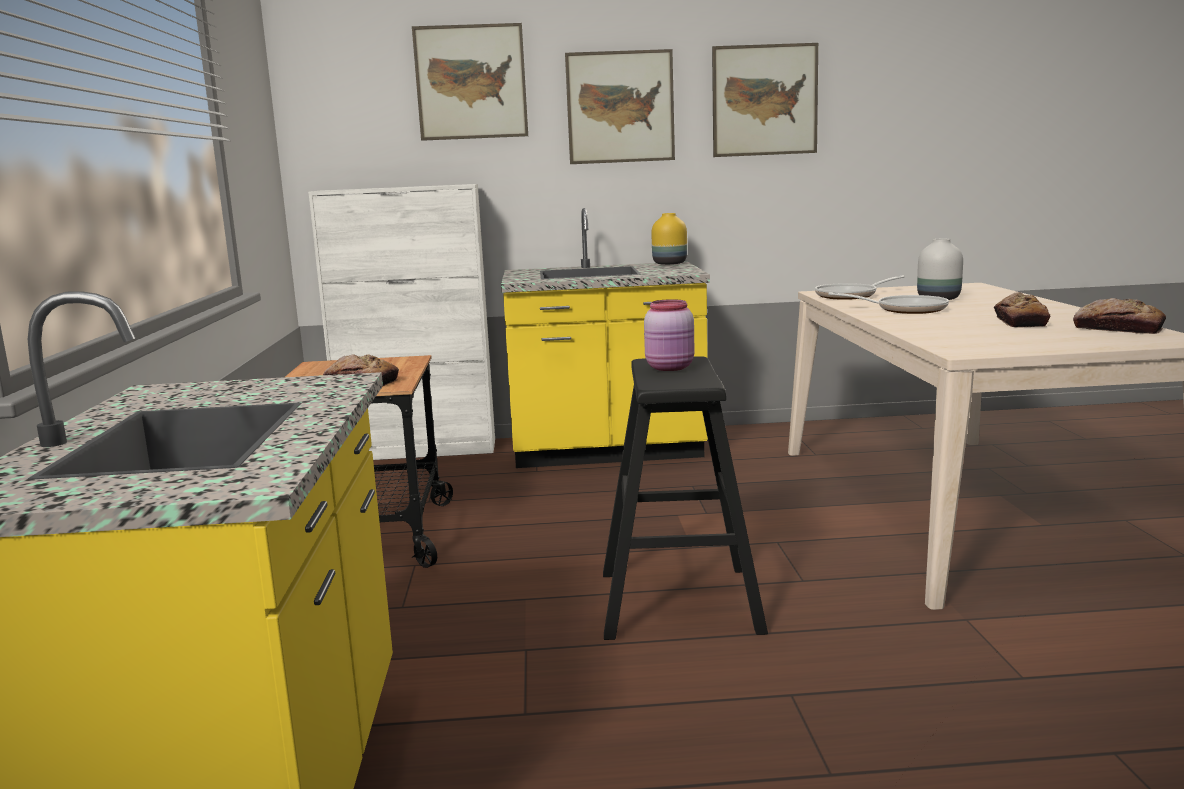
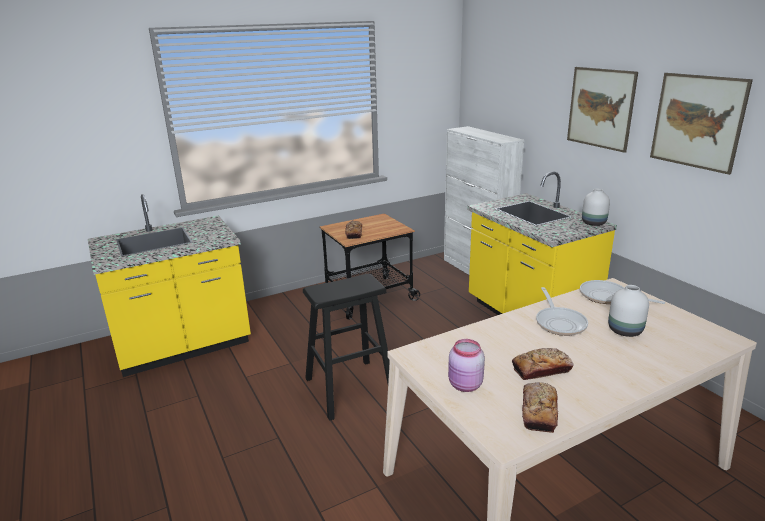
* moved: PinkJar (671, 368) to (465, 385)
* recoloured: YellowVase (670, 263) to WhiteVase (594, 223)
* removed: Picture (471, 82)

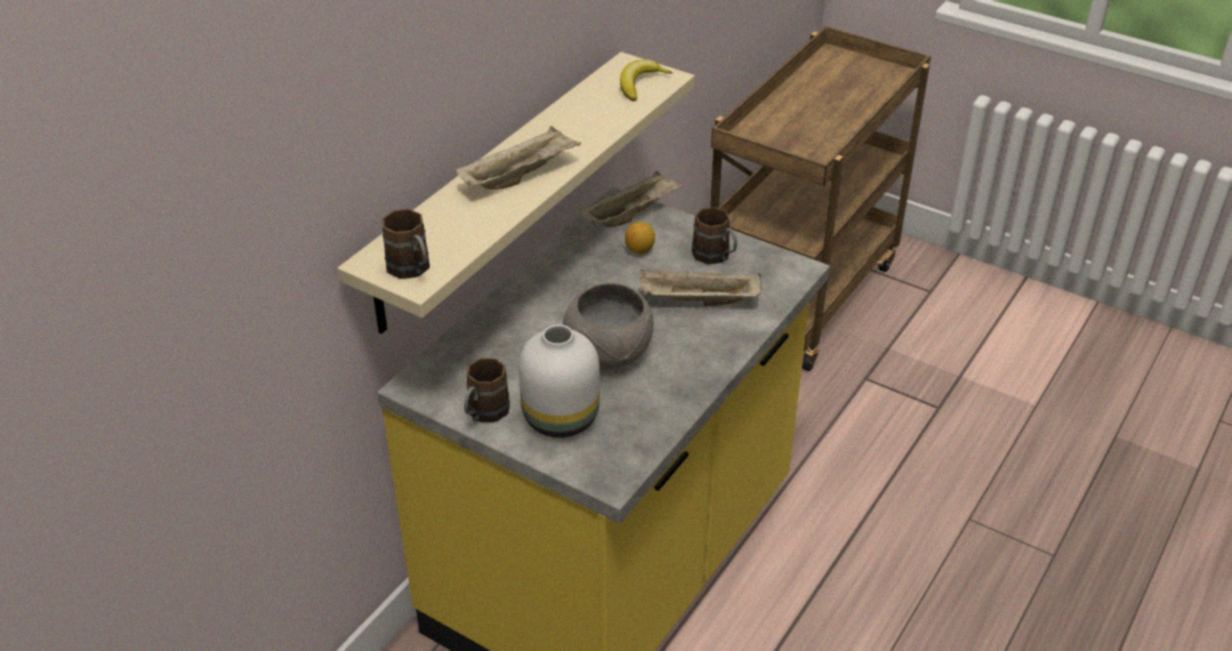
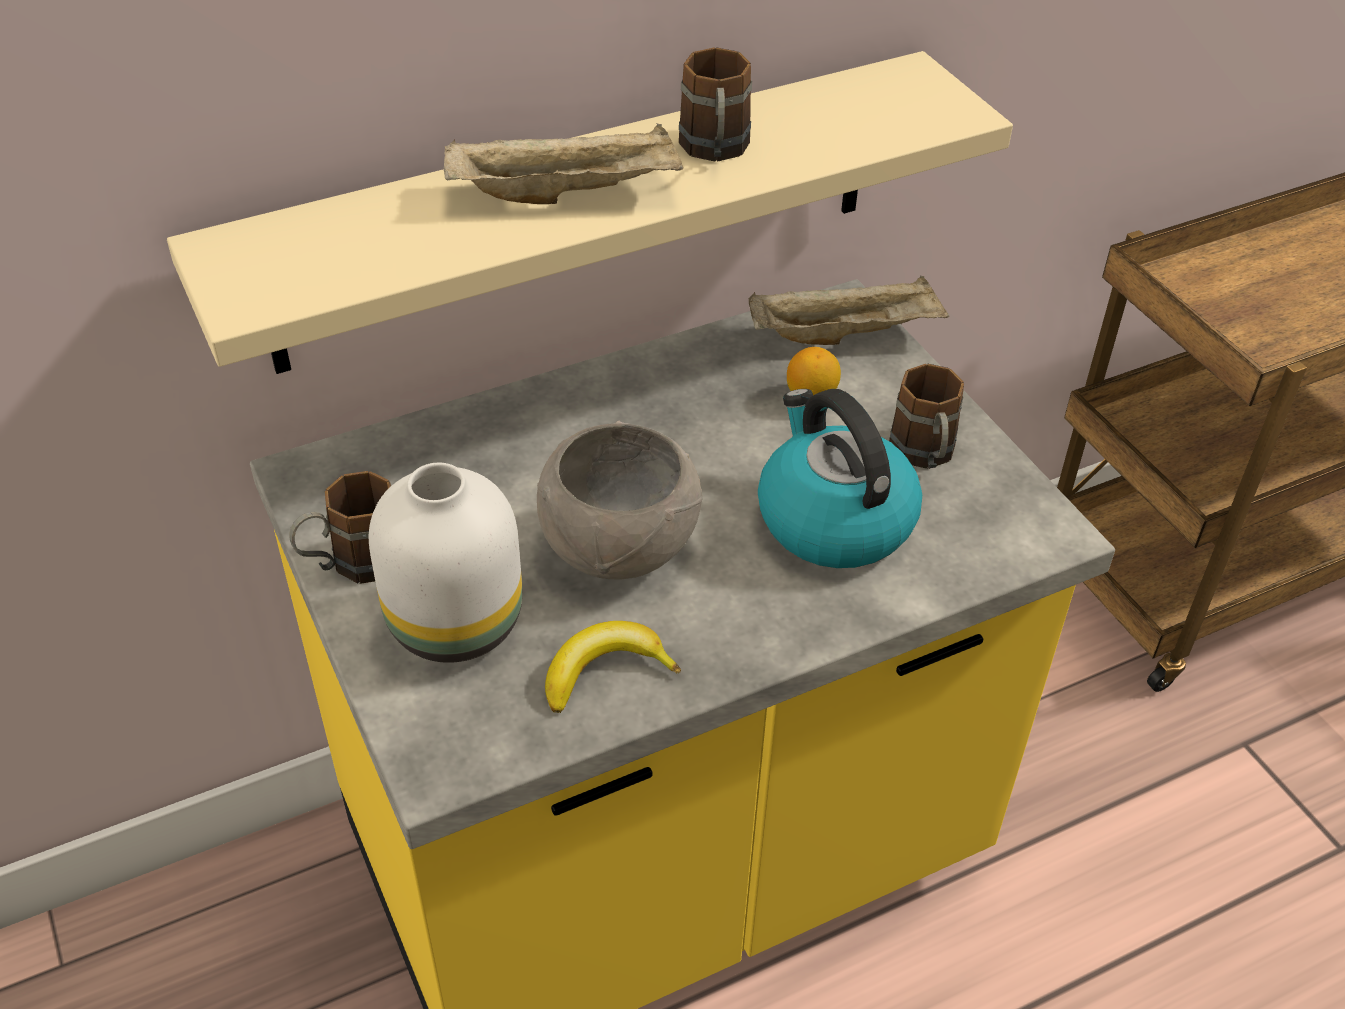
* moved: Banana (640, 84) to (605, 672)
* moved: BrownMug (413, 271) to (715, 152)
* replaced: BeigeTray (697, 301) to Kettle (833, 519)

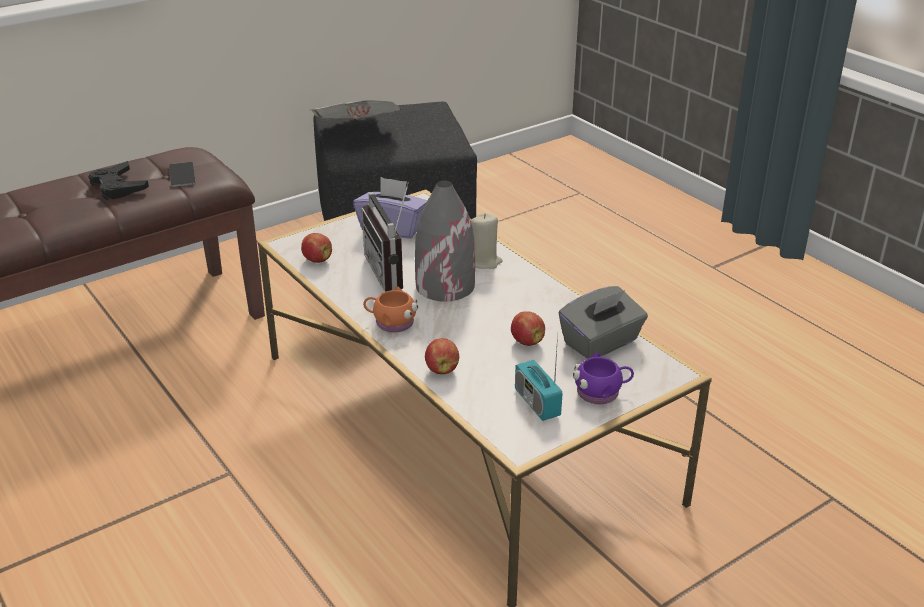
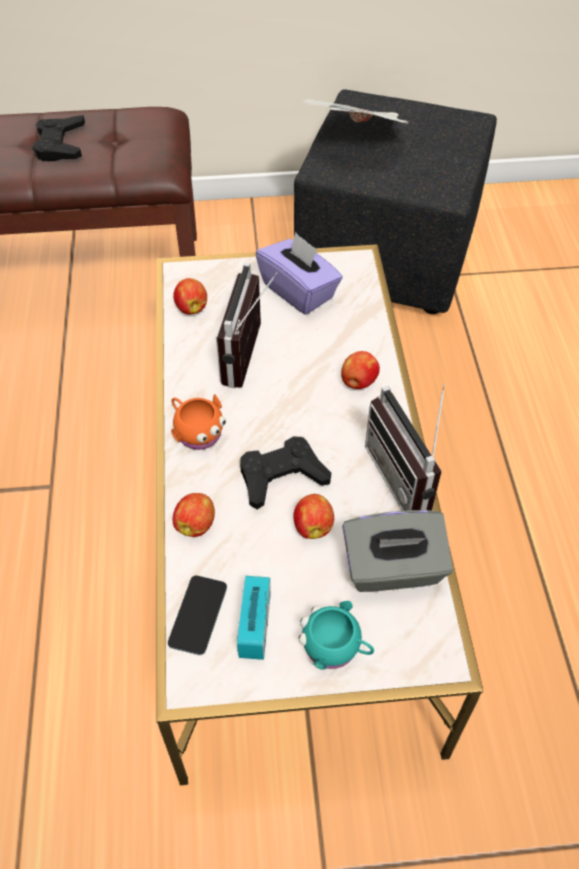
* moved: Phone (182, 175) to (198, 615)
* added: BlackGameController (281, 476)
* recoloured: PurpleMug (601, 392) to TurquoiseMug (335, 647)
* replaced: BeigeCandle (484, 262) to Apple (358, 382)
* added: Radio (409, 478)
* removed: GreyVase (444, 286)

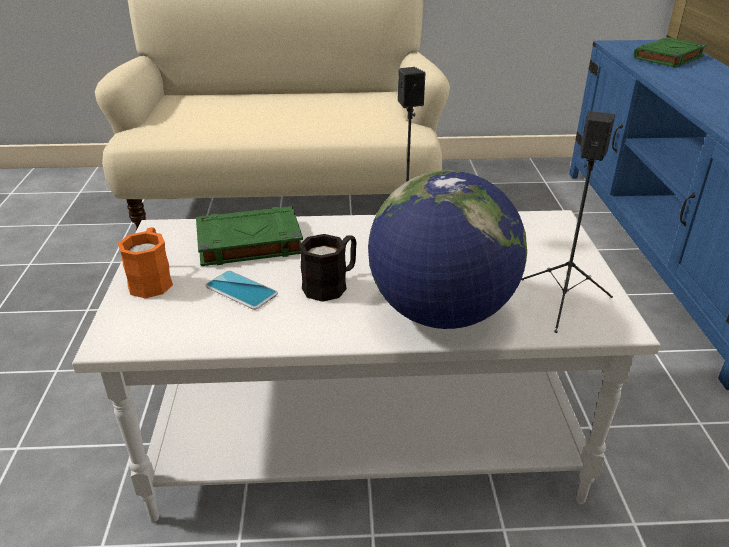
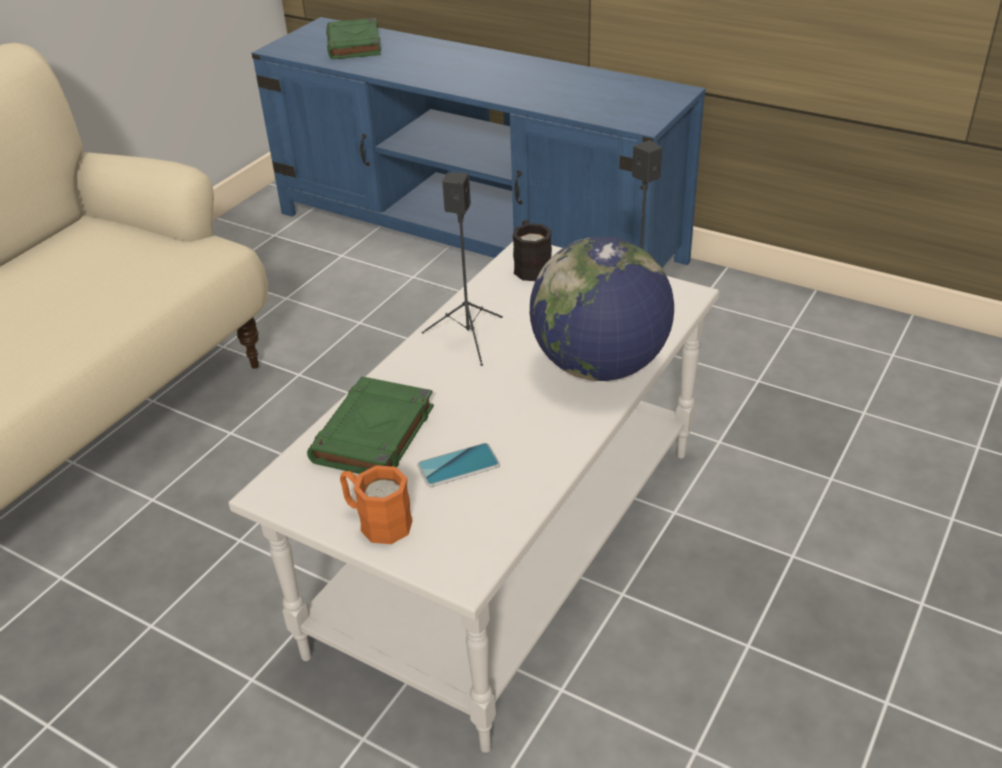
* moved: BlackMug (331, 284) to (531, 266)

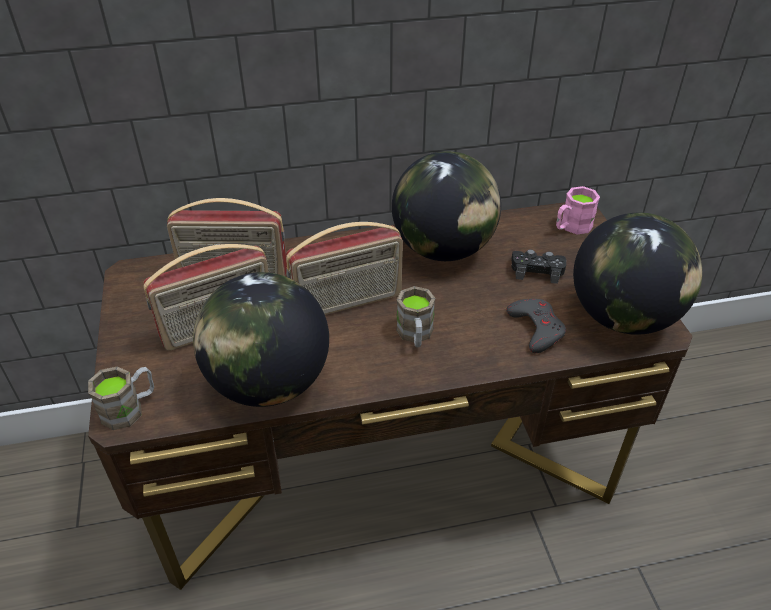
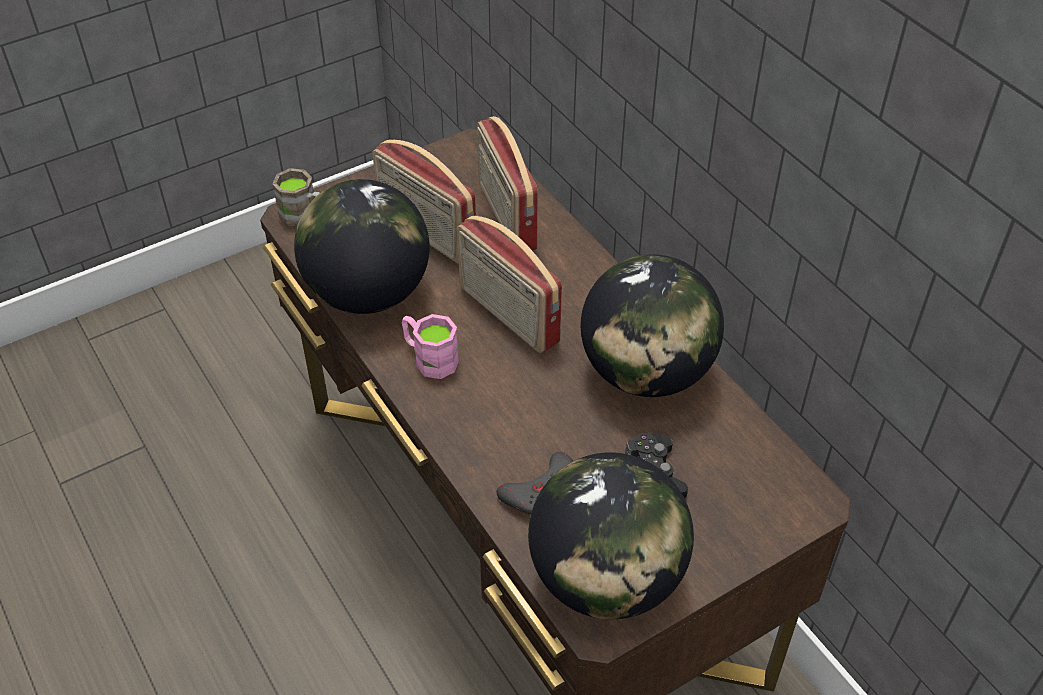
* moved: PinkMug (571, 227) to (429, 358)
* removed: BrownMug (415, 335)

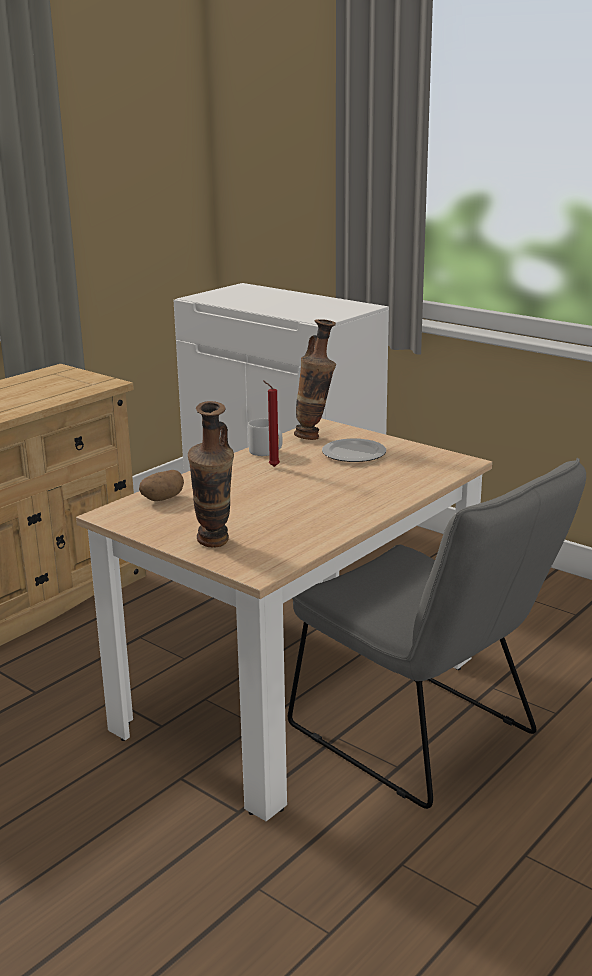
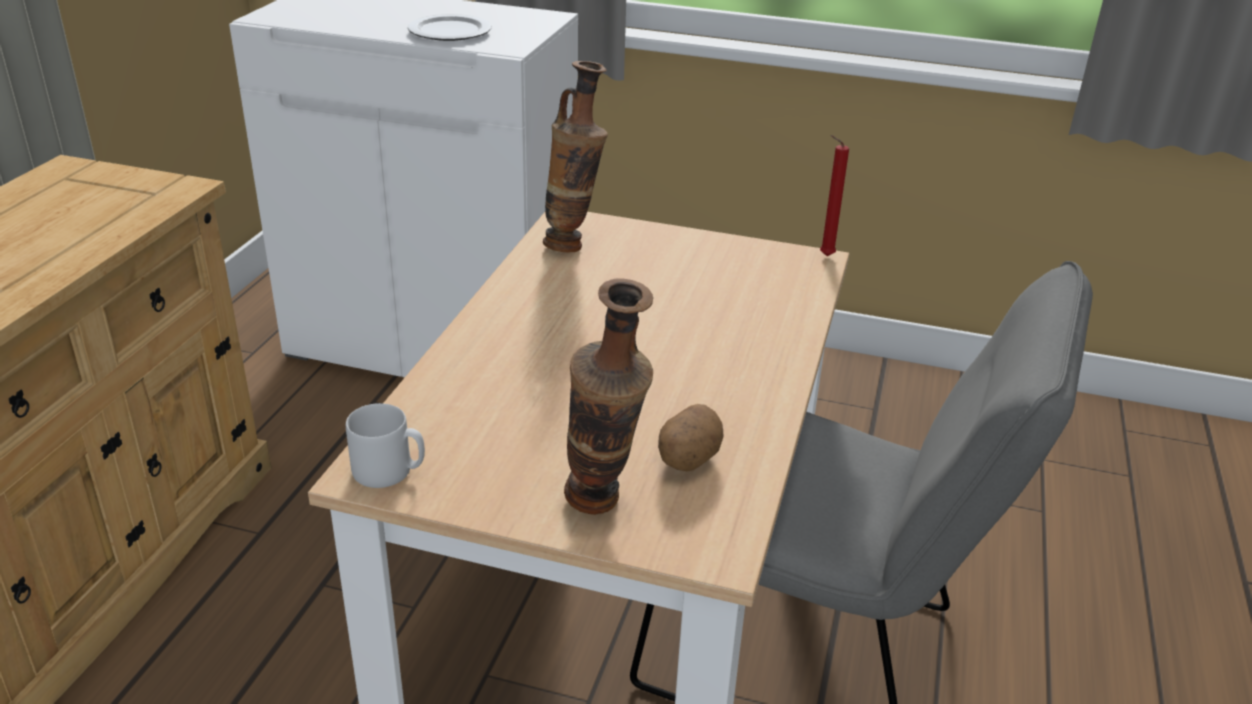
* moved: GreyMug (266, 452) to (389, 472)
* moved: Plate (353, 454) to (448, 32)
* moved: Potato (162, 499) to (687, 460)
* moved: RedCandle (272, 466) to (824, 256)

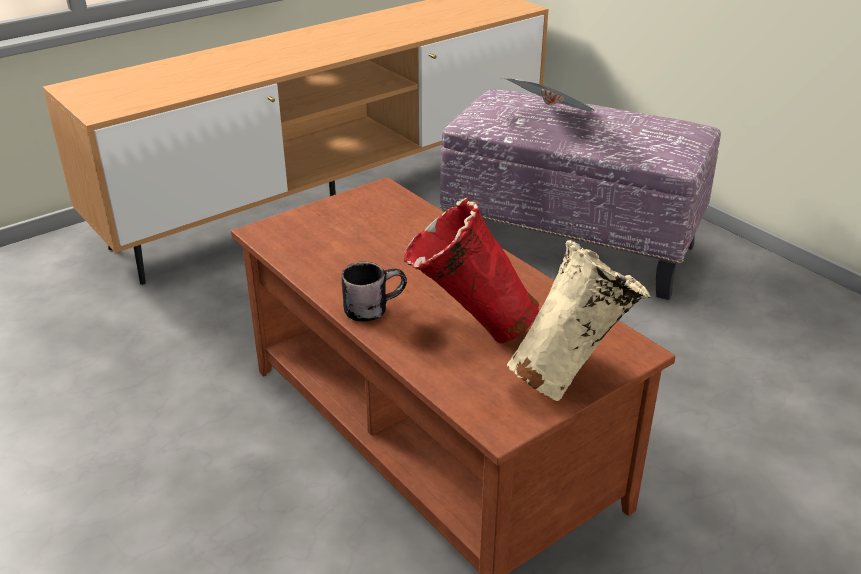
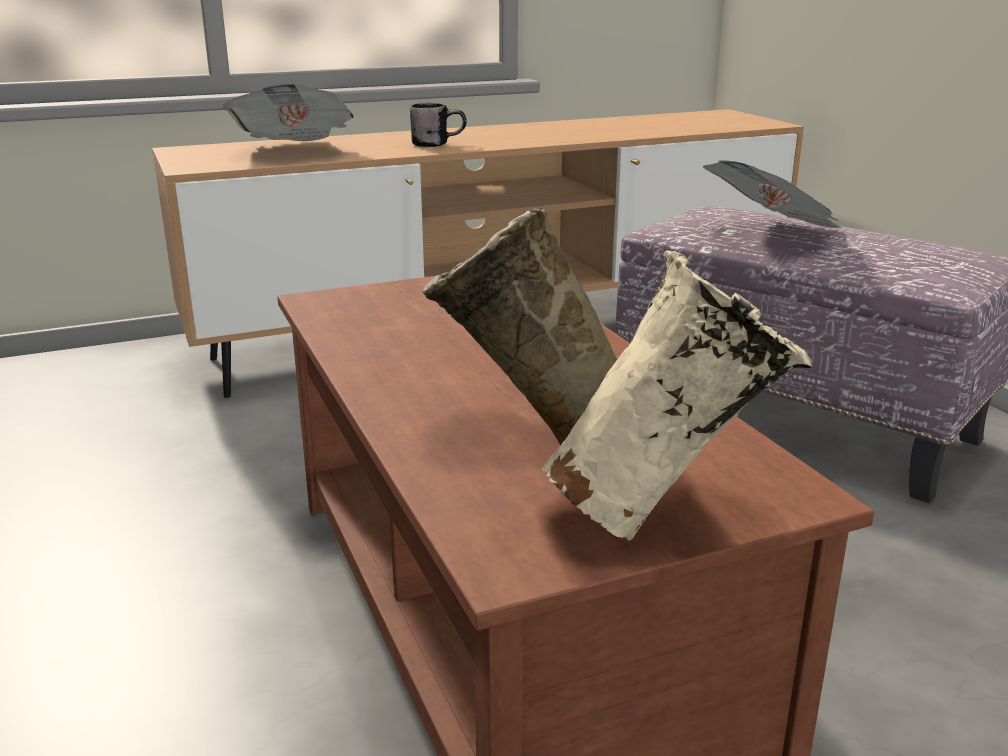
* added: Newspaper (295, 151)
* moved: BlackMug (372, 307) to (437, 143)
* recoloured: RedVase (467, 333) to BeigeVase (526, 435)

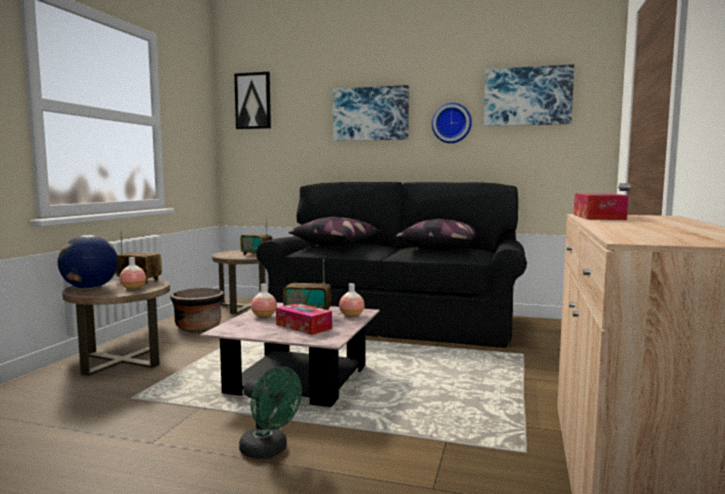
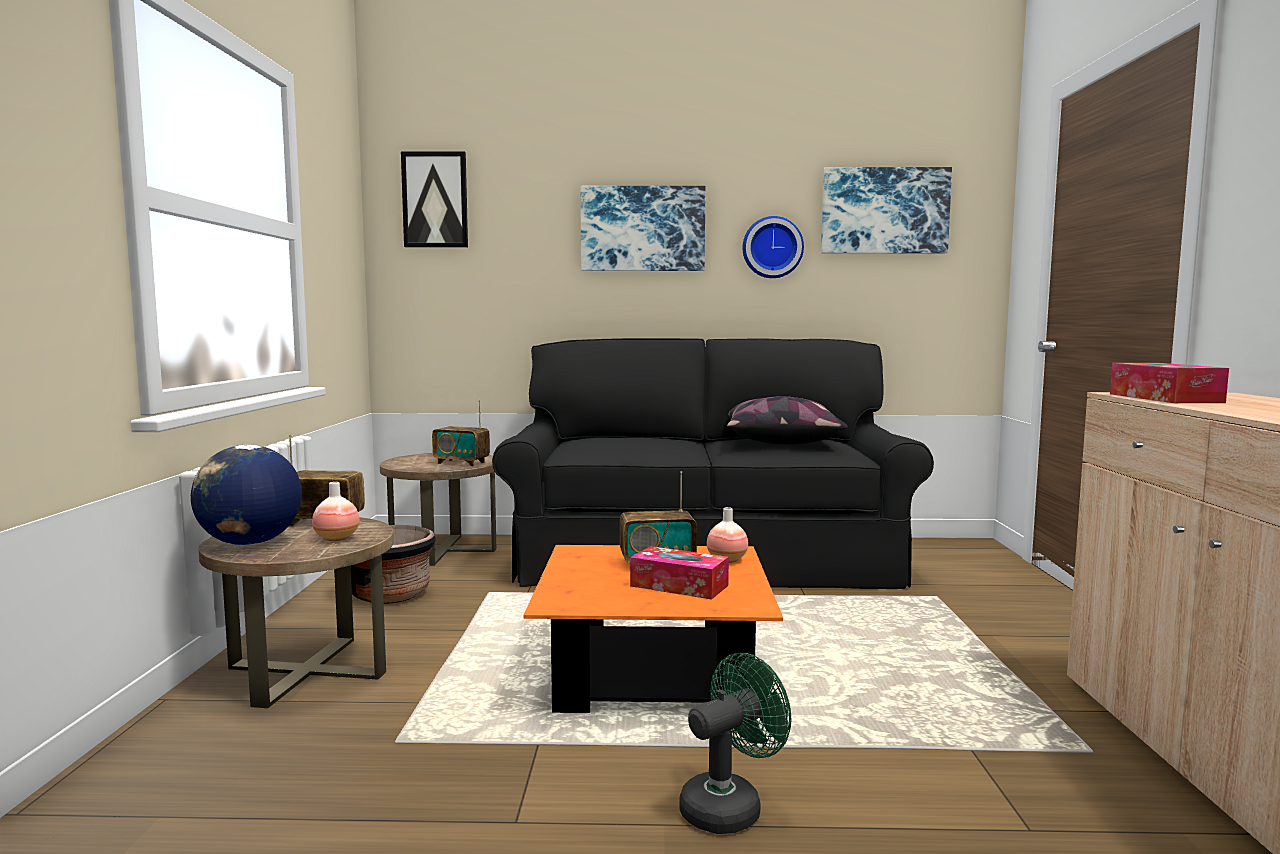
* recoloured: PinkCoffeeTable (298, 379) to OrangeCoffeeTable (653, 673)
* turned: GreenFan (269, 450) = (730, 806) 60 degrees counterclockwise
* removed: Vase (264, 316)
* removed: Pillow (336, 244)

